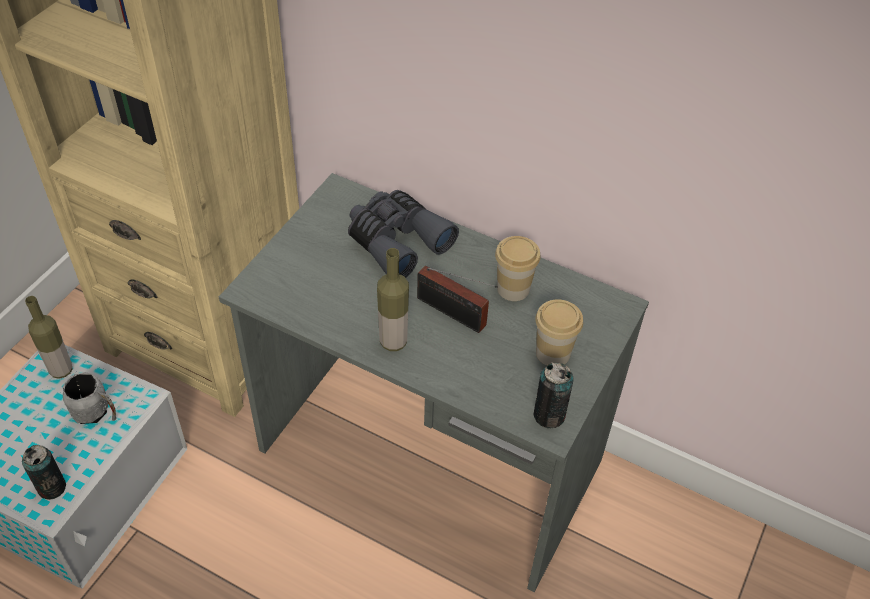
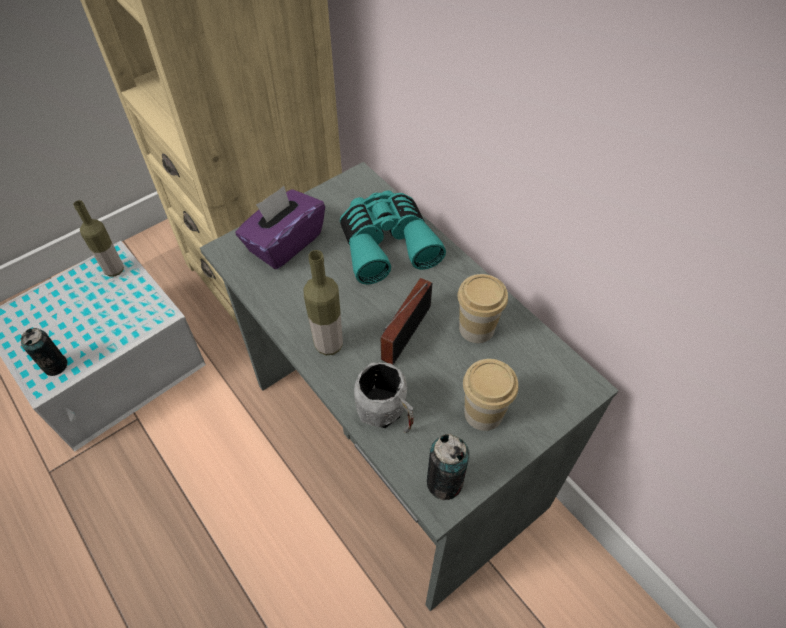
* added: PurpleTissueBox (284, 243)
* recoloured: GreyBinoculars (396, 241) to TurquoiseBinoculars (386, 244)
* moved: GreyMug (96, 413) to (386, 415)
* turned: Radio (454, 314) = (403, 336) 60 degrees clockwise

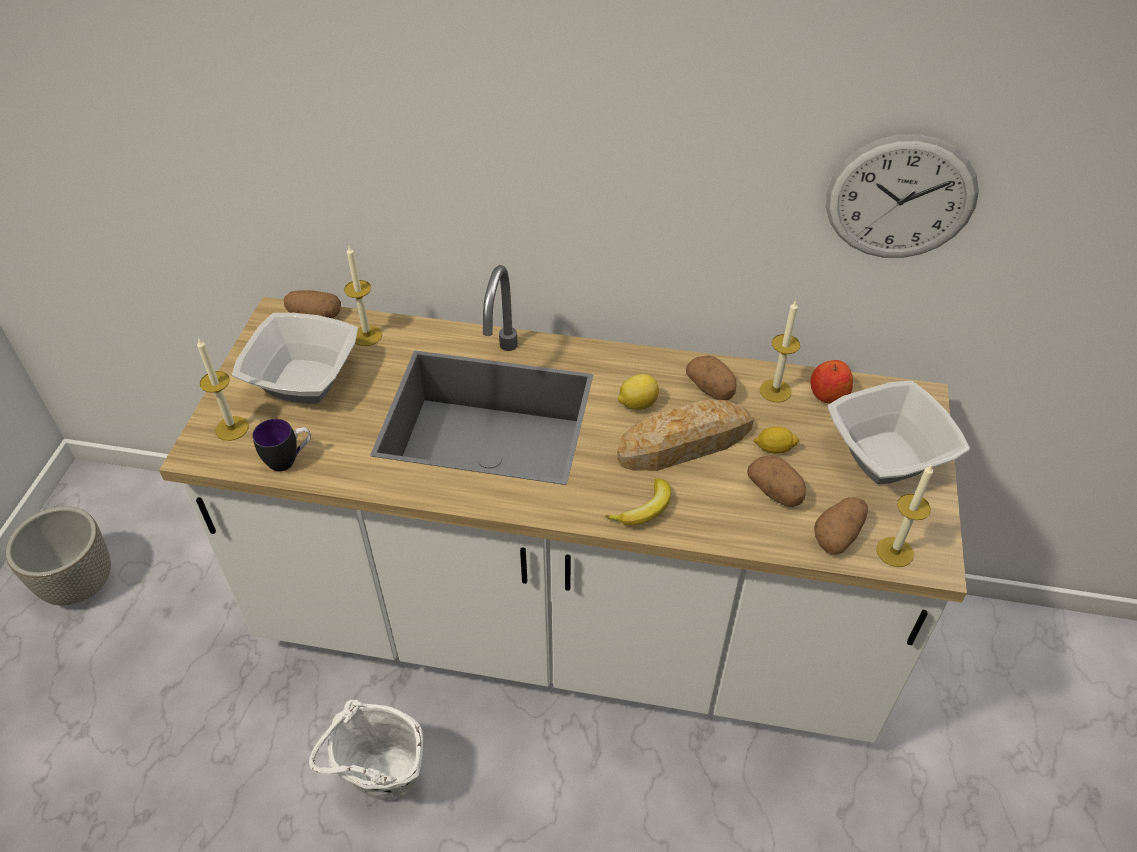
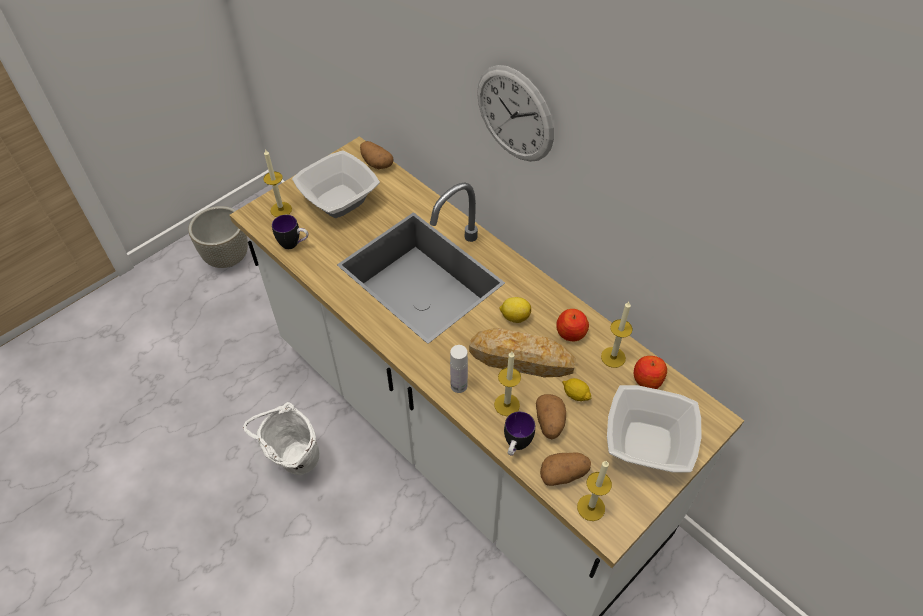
* replaced: Banana (644, 509) to WhiteBottle (459, 385)
* moved: WallClock (900, 198) to (515, 114)
* moved: Candle (367, 335) to (507, 404)
* added: Mug (516, 446)
* replaced: Potato (711, 389) to Apple (571, 333)

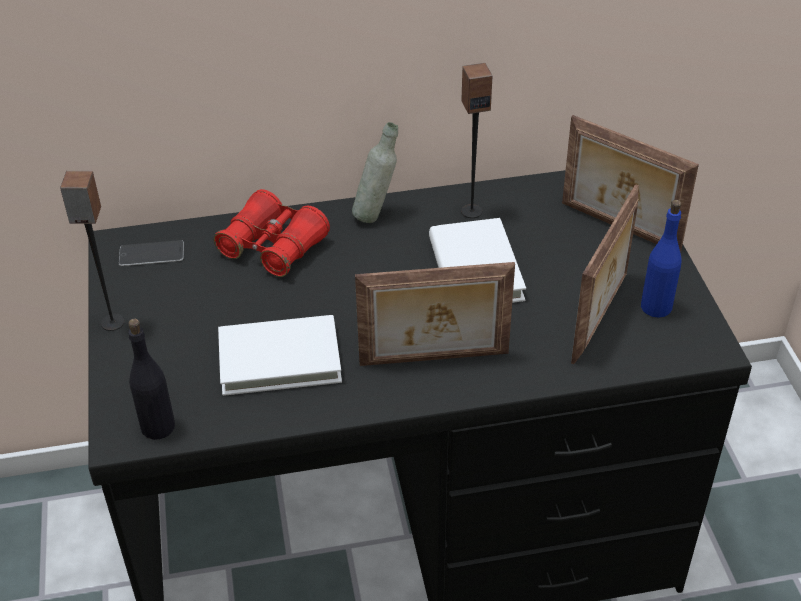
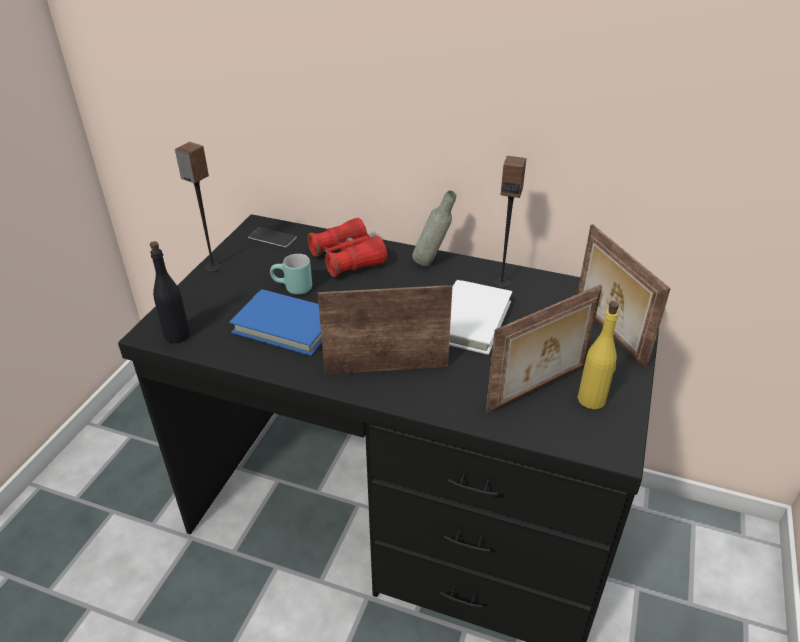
* recoloured: WhiteBook (279, 359) to BlueBook (286, 326)
* added: TurquoiseMug (292, 289)
* turned: PictureFrame (434, 360) = (386, 368) 150 degrees clockwise
* recoloured: BlueBottle (656, 307) to YellowBottle (592, 399)

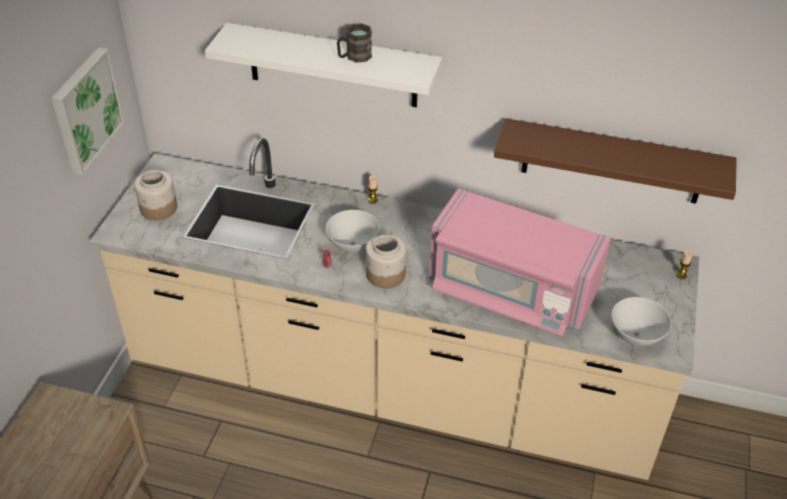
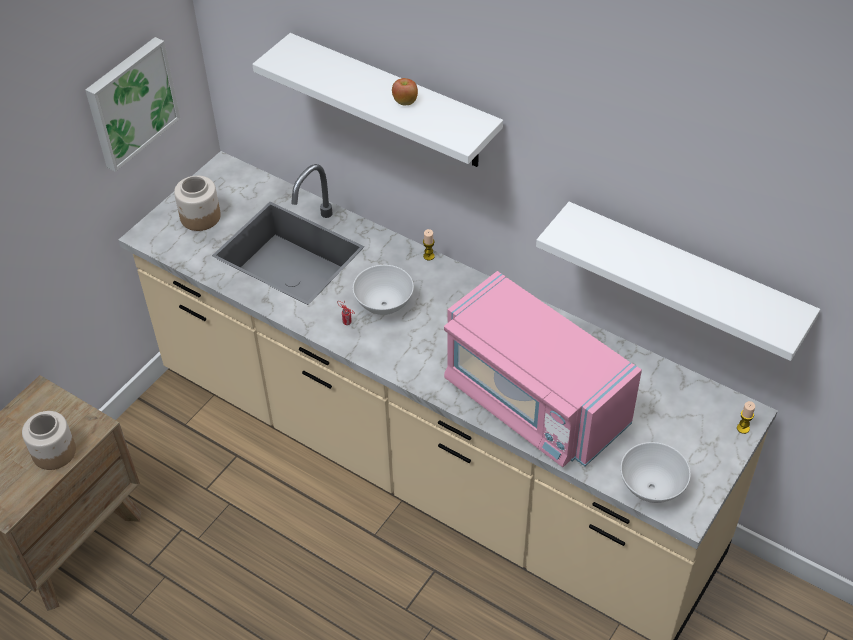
* moved: Jar (385, 275) to (53, 452)
* replaced: BrownMug (354, 57) to Apple (405, 102)
* recoloured: BrownShelf (612, 162) to WhiteShelf (684, 278)

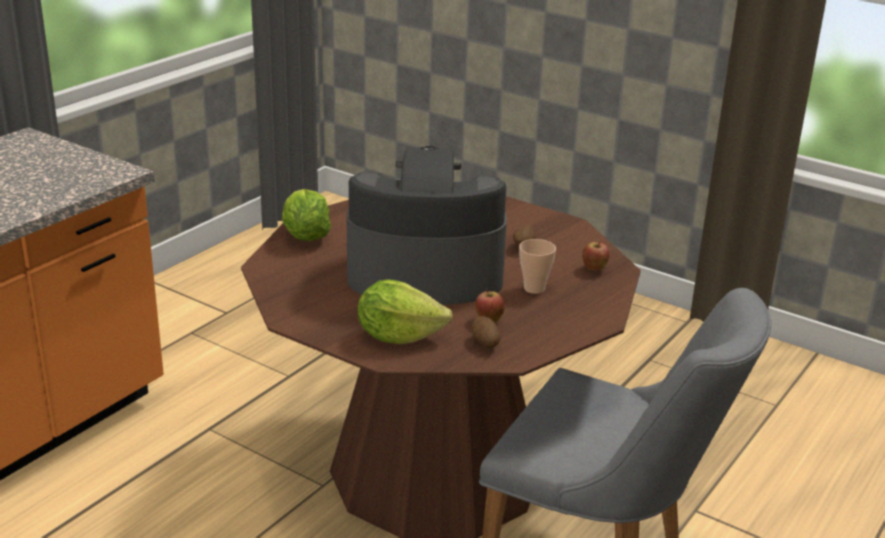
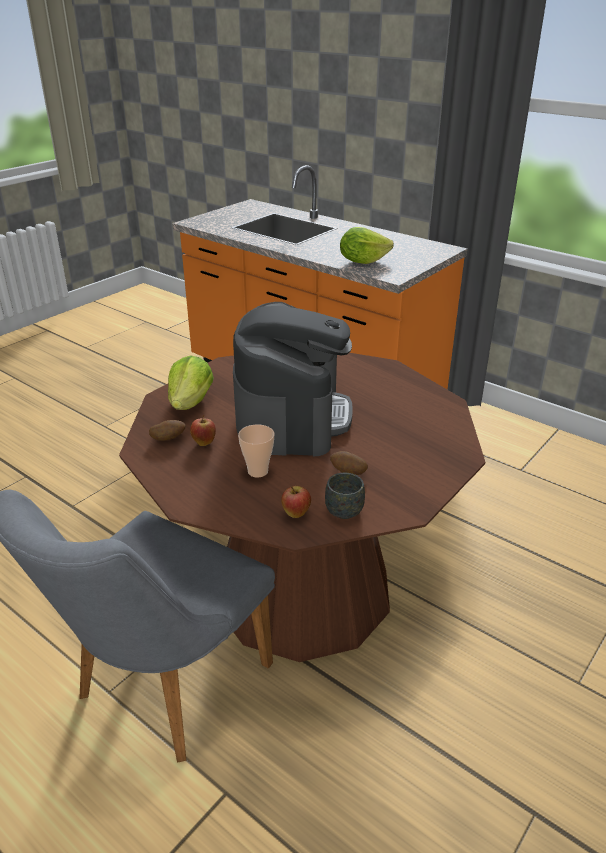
* added: GreyMug (344, 507)
* moved: Lettuce (305, 236) to (362, 261)

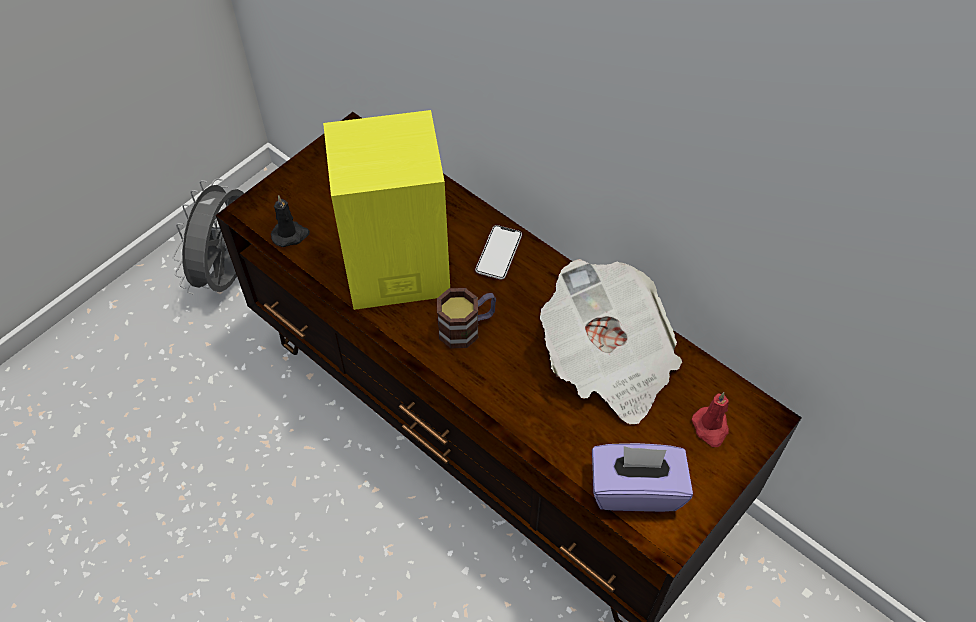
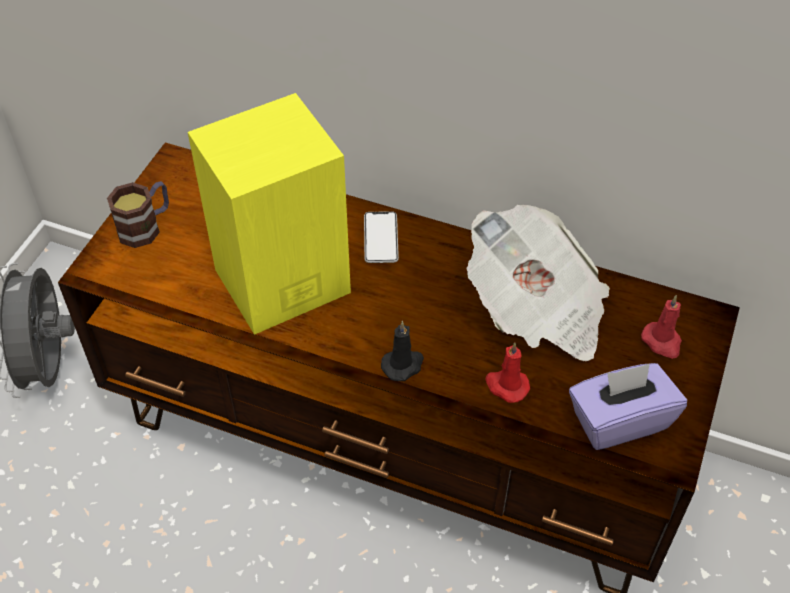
* moved: Mug (467, 328) to (146, 226)
* moved: BlackCandle (290, 235) to (403, 365)
* added: RedCandle (506, 385)

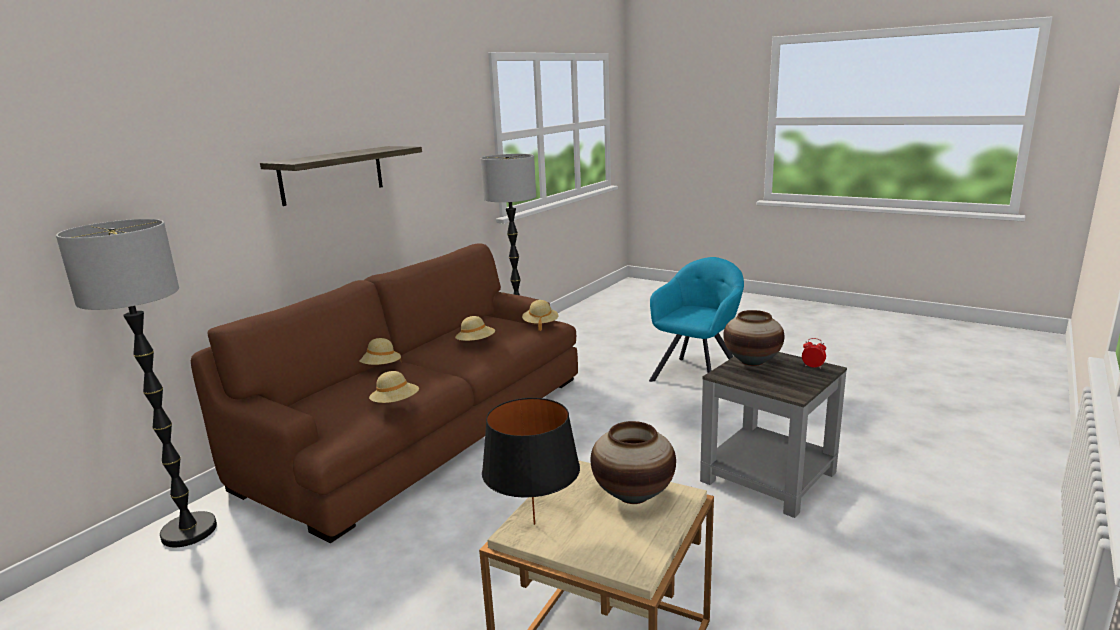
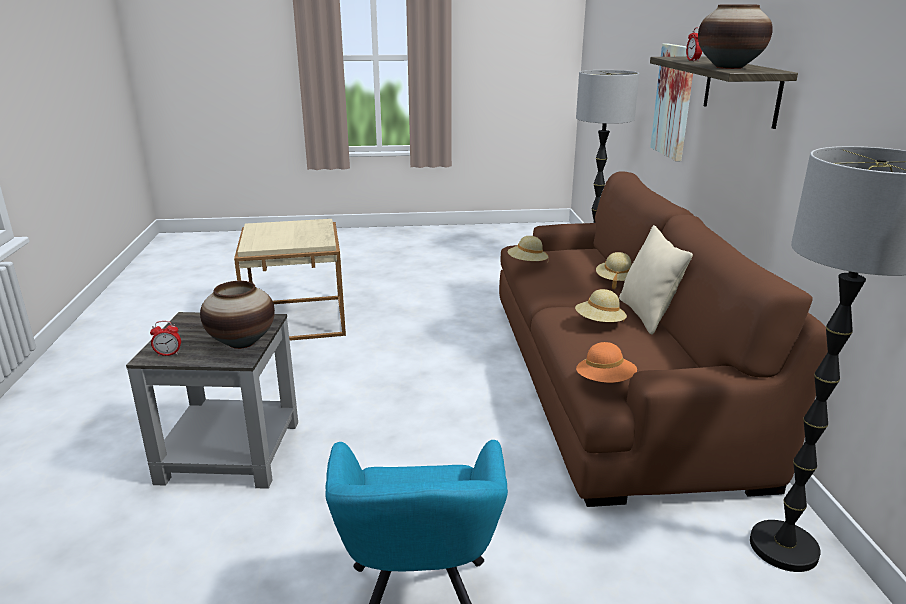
* recoloured: BeigeHat (540, 324) to OrangeHat (605, 381)
* added: BeigePillow (647, 315)
* added: Picture (674, 101)
* added: AlarmClock (692, 60)
* moved: Vase (632, 495) to (729, 67)
* removed: BlackTableLamp (534, 524)

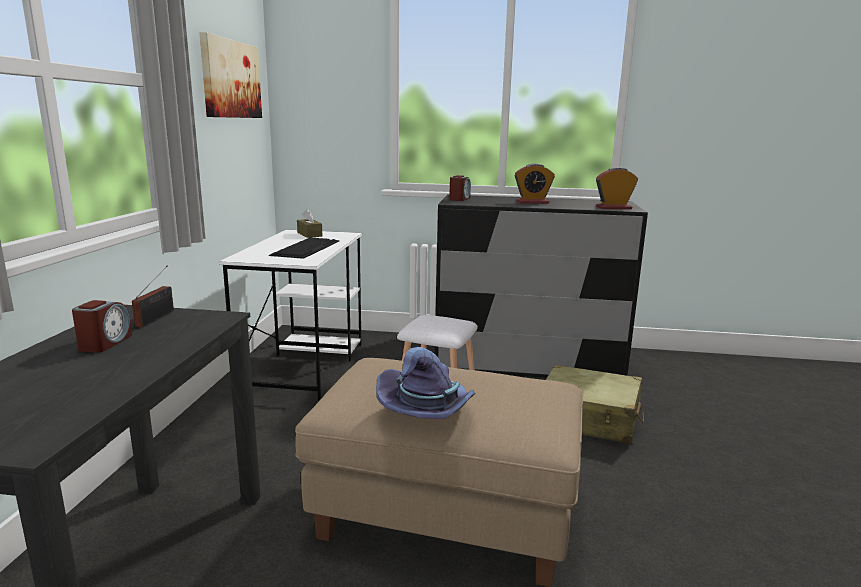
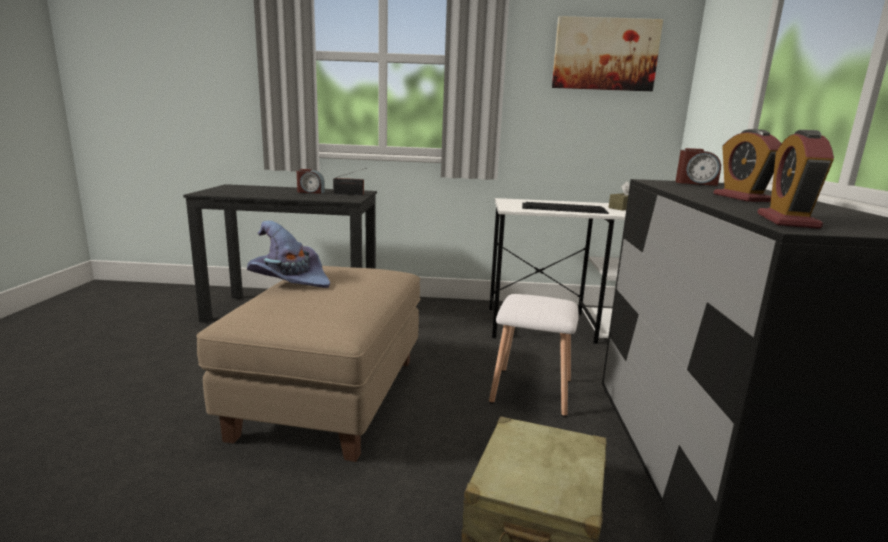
* turned: AlarmClock (613, 208) = (787, 221) 150 degrees counterclockwise

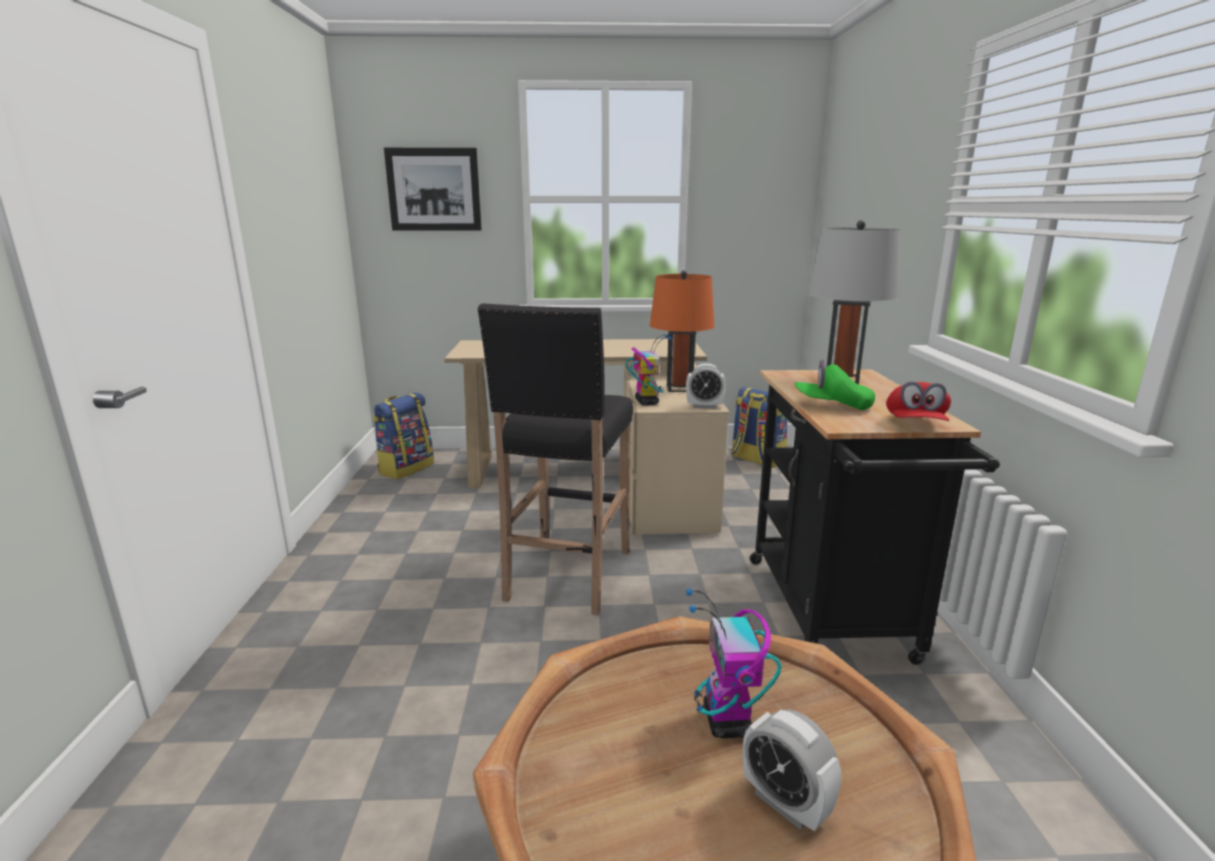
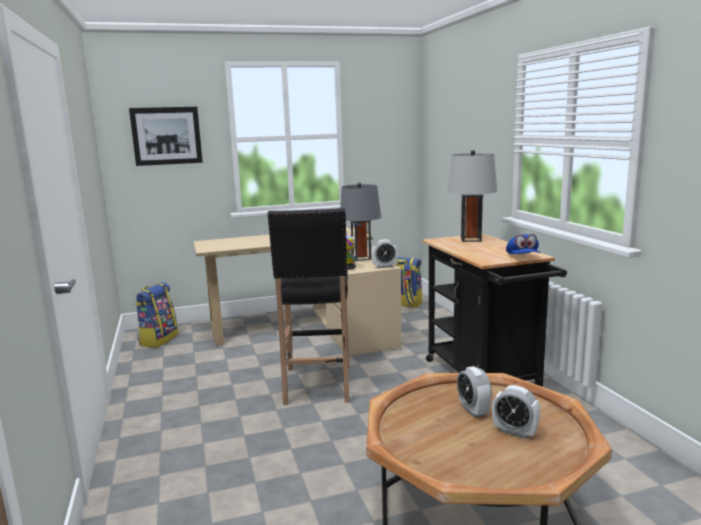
* recoloured: OrangeTableLamp (679, 388) to GreyTableLamp (361, 258)
* replaced: ToyRobot (727, 722) to AlarmClock (473, 410)
* recoloured: RedCap (915, 425) to BlueCap (522, 258)
* removed: GreenCap (832, 406)

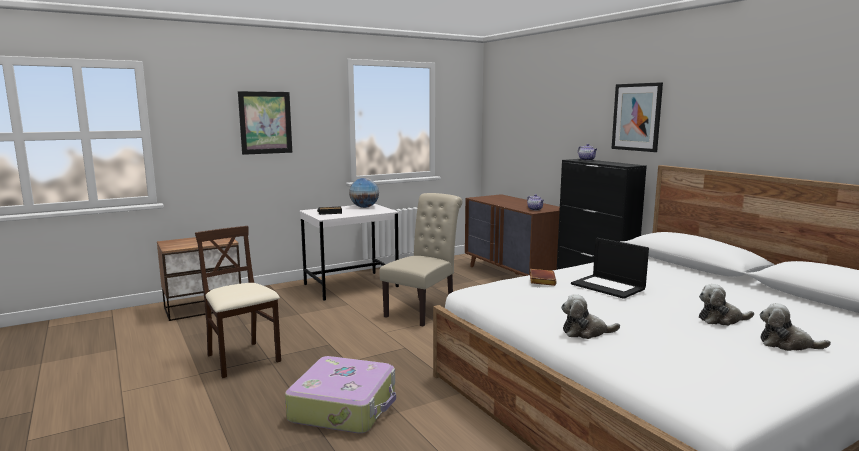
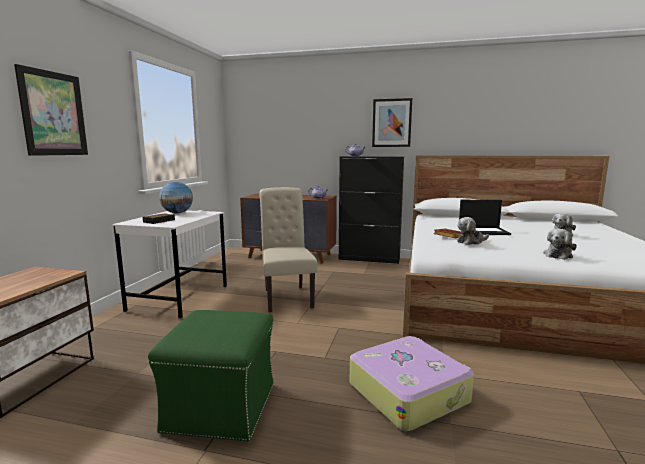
* replaced: BeigeChair (242, 359) to GreenOttoman (221, 406)
* moved: PlushToy (787, 344) to (471, 242)

